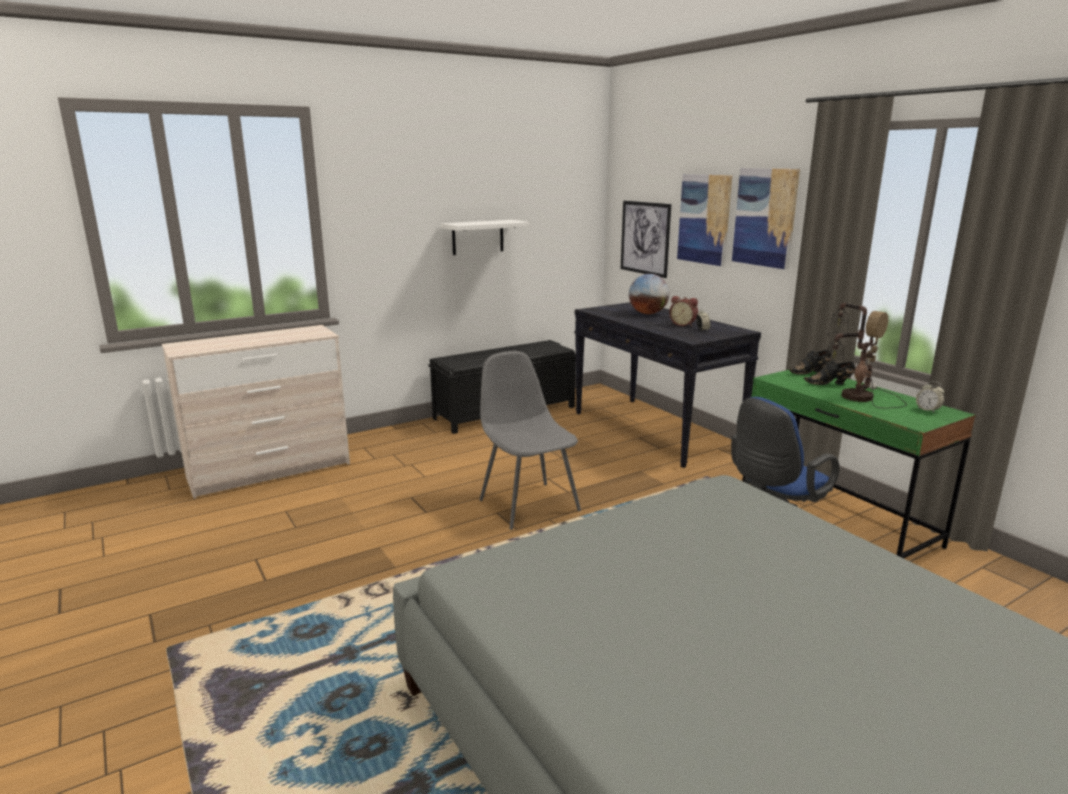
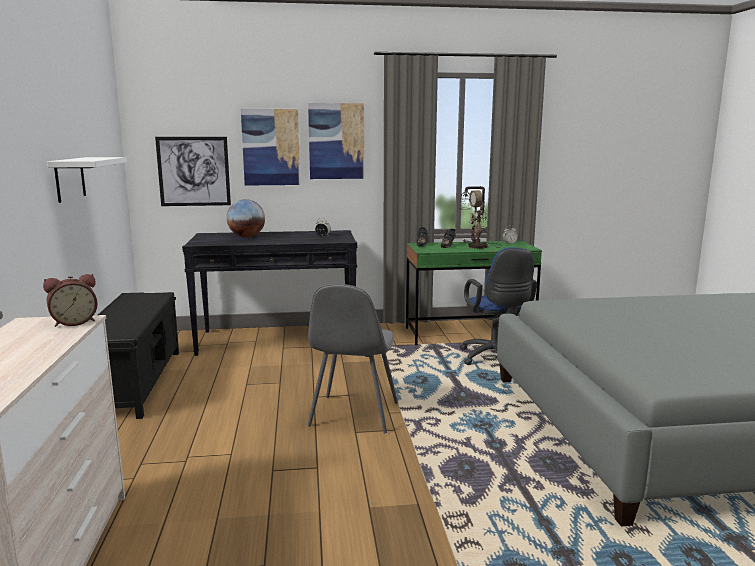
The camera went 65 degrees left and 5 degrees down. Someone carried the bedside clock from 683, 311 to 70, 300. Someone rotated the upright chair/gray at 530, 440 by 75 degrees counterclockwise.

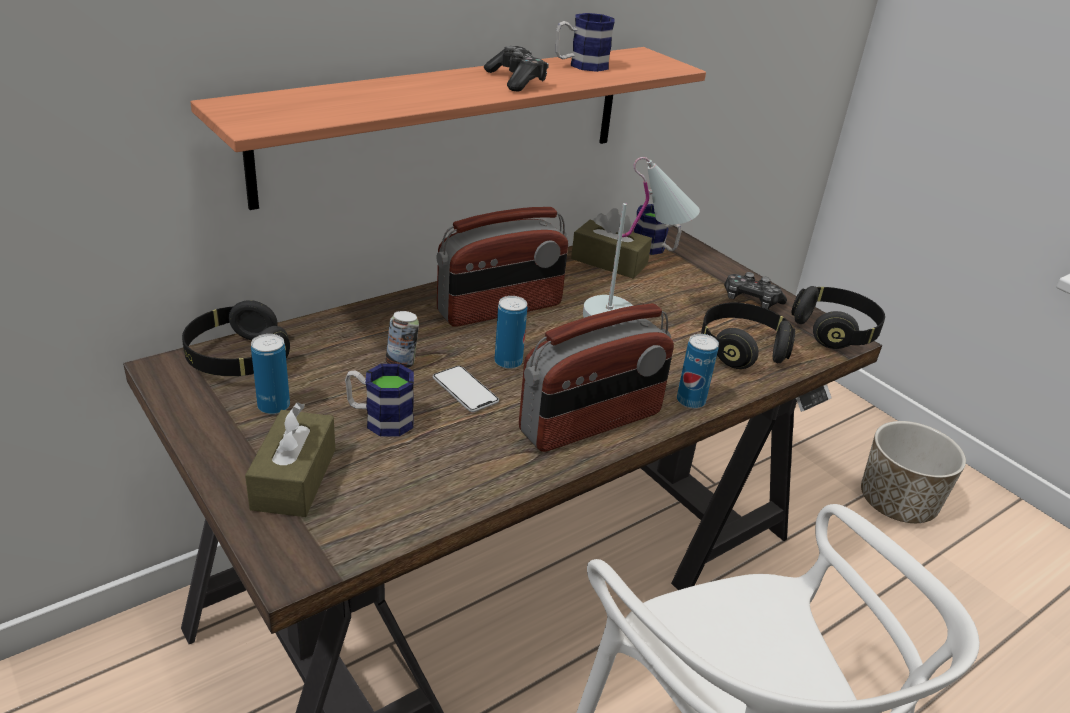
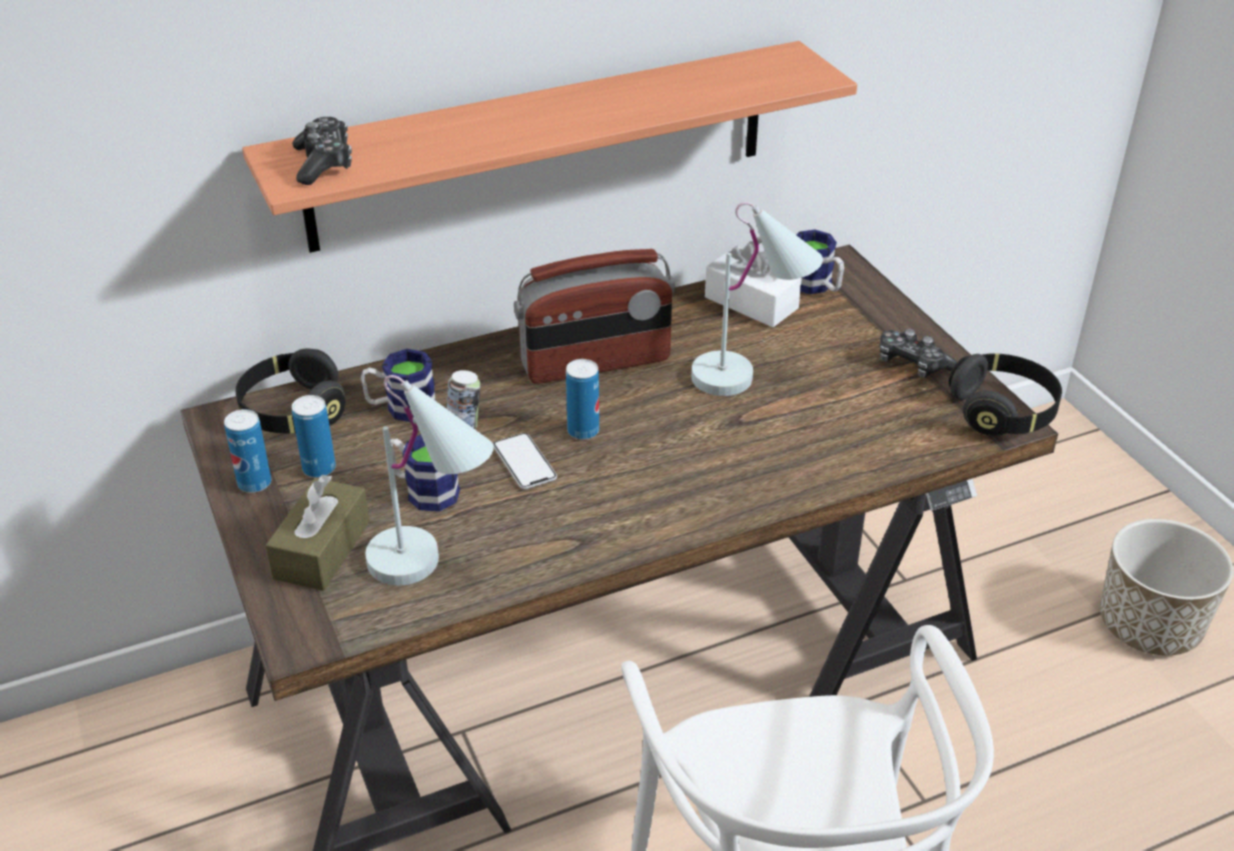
The camera went 15 degrees right and 5 degrees up. Someone carried the sealed can from 698, 371 to 247, 451. Someone carried the joypad from 516, 69 to 322, 151. Someone carried the tea mug from 585, 42 to 398, 385. Someone put down the lamp for a table/white at 429, 480. Someone repainted the tissue holder/brownish at 611, 243, which became the tissue holder/white at 753, 284. Someone took away the radio set at 596, 377. Someone took away the pair of headphones/black-coloured at 748, 336.

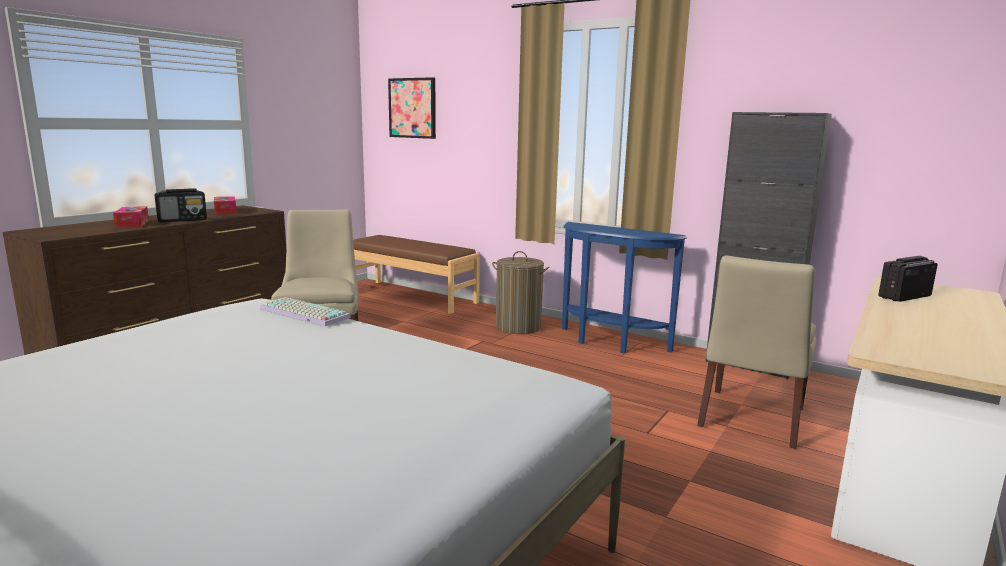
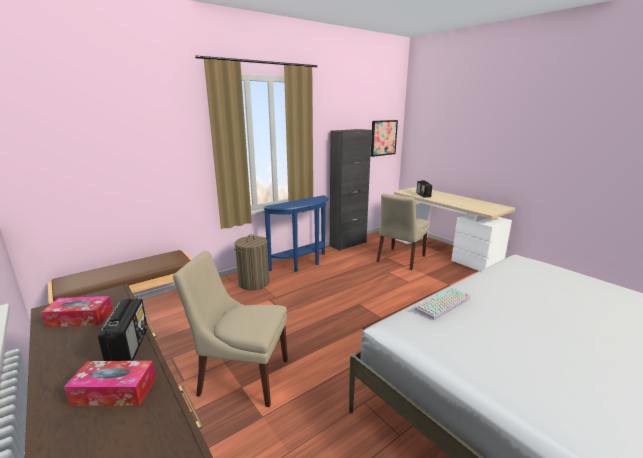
The camera went 70 degrees left and 5 degrees up. Someone carried the wall art from 412, 108 to 384, 138. Someone rotated the upright chair/sand-coloured at 756, 352 by 75 degrees clockwise.

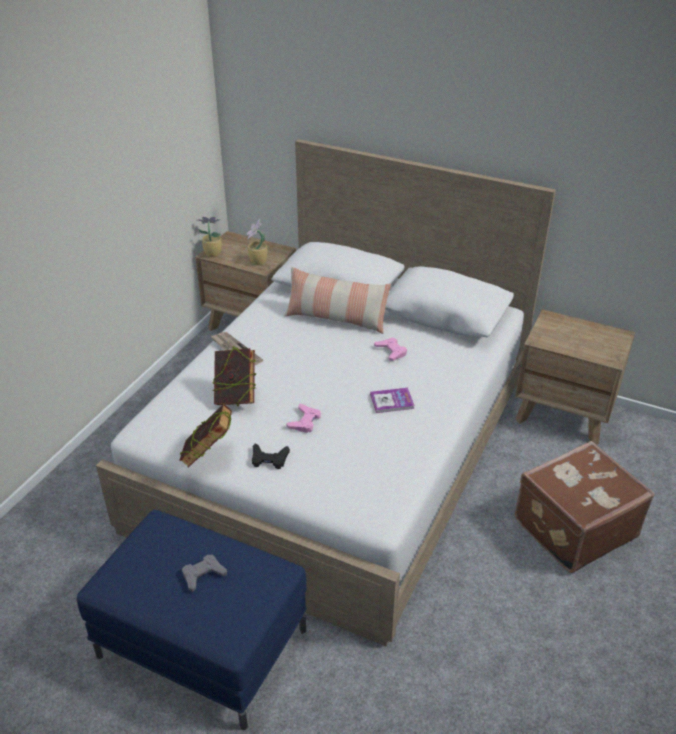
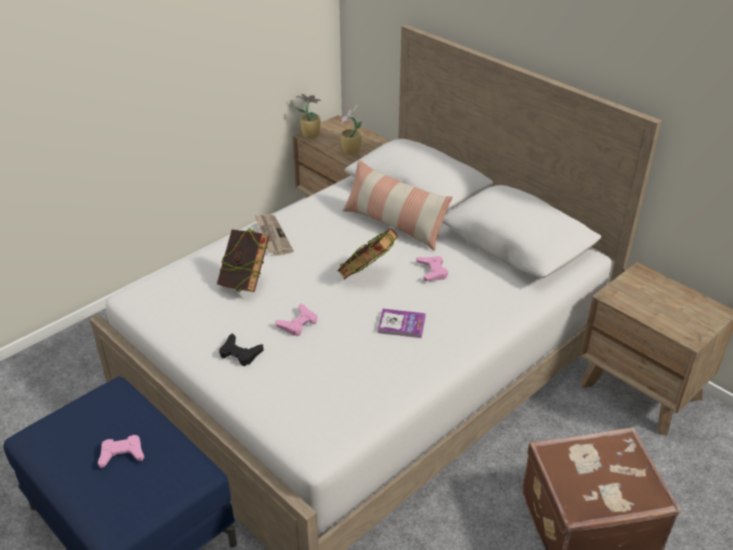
The camera went 20 degrees right and 0 degrees up. Someone repainted the joypad/gray at 204, 573, which became the joypad/pink at 121, 451. Someone carried the bound book from 205, 436 to 367, 253.

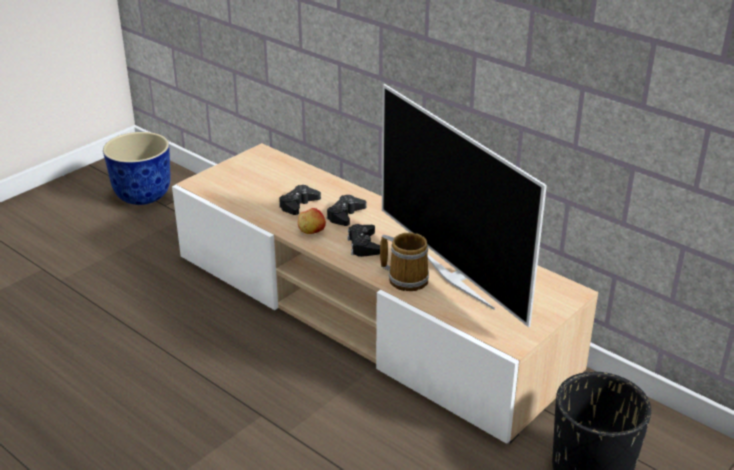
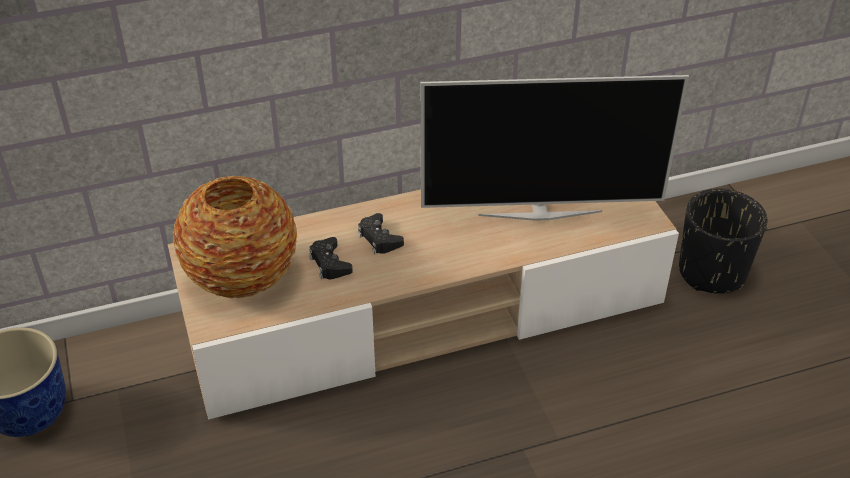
The camera went 60 degrees left and 10 degrees up. Someone put down the vase at 235, 237. Someone took away the apple at 312, 221. Someone took away the joypad/black-coloured at 363, 240. Someone took away the tea mug at 404, 261.

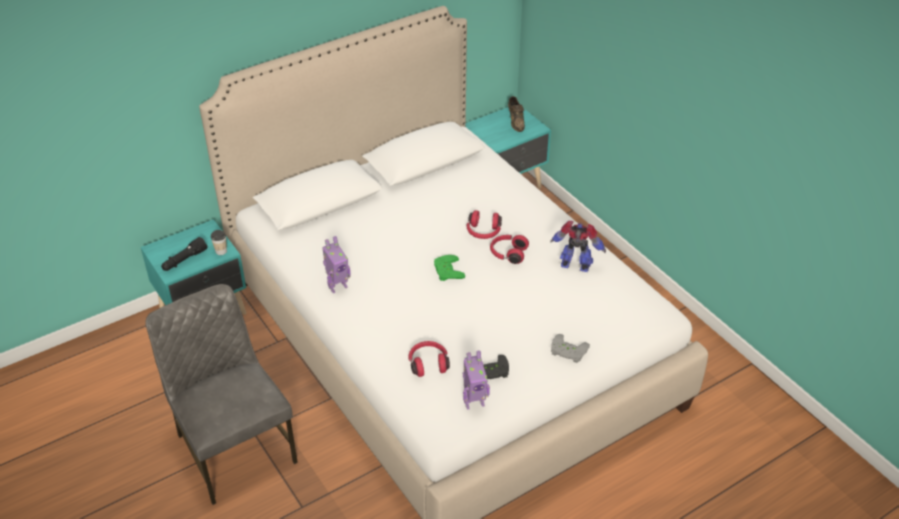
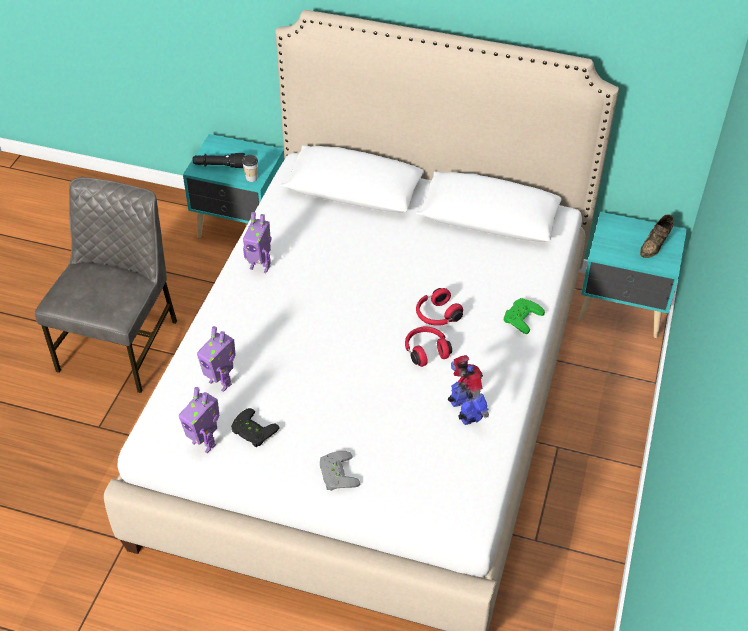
The camera went 50 degrees right and 5 degrees up. Someone swapped the pair of headphones/reddish at 429, 359 for the model robot at 216, 359. Someone carried the joypad/green from 449, 268 to 524, 316.

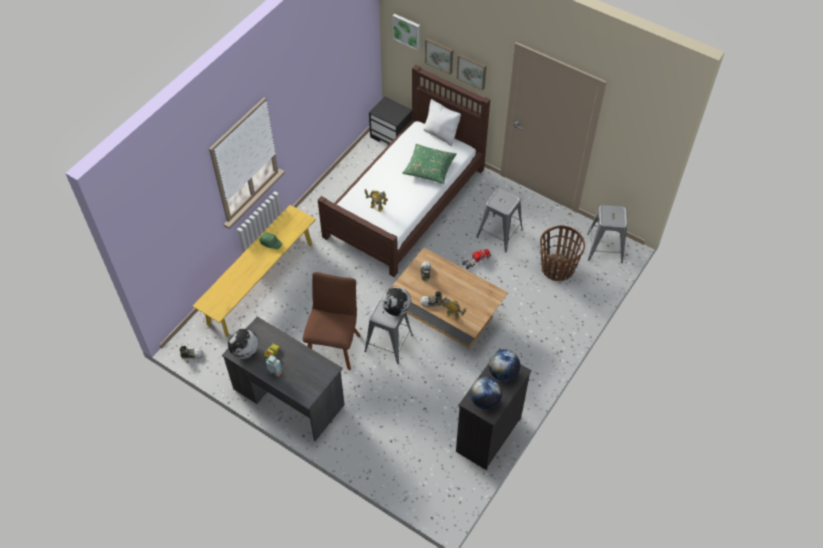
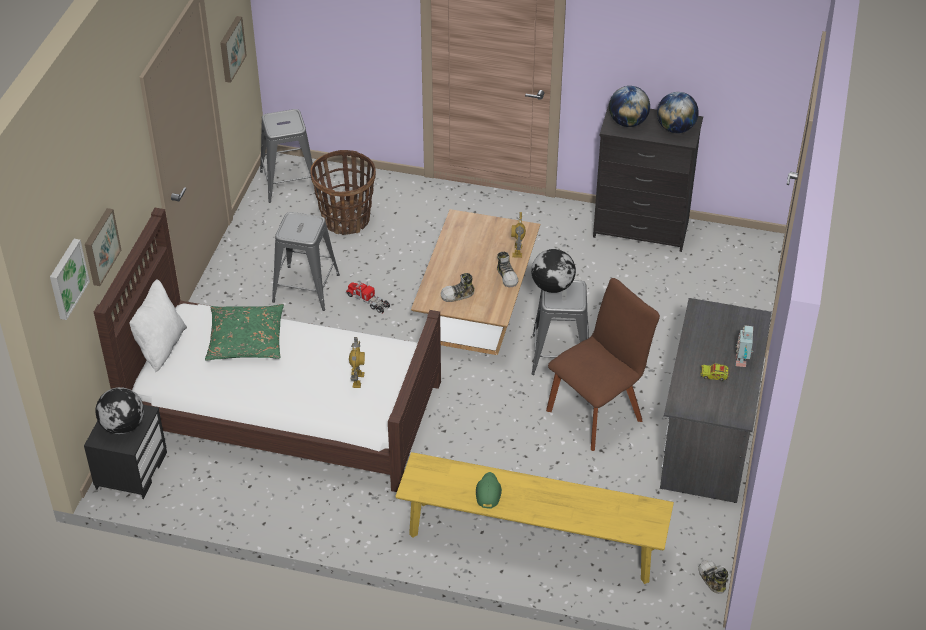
The camera went 110 degrees left and 10 degrees down. Someone carried the globe from 243, 343 to 119, 410. Someone carried the wall art from 471, 72 to 233, 49. Someone rotated the upright chair/brownish at 332, 321 by 150 degrees clockwise.

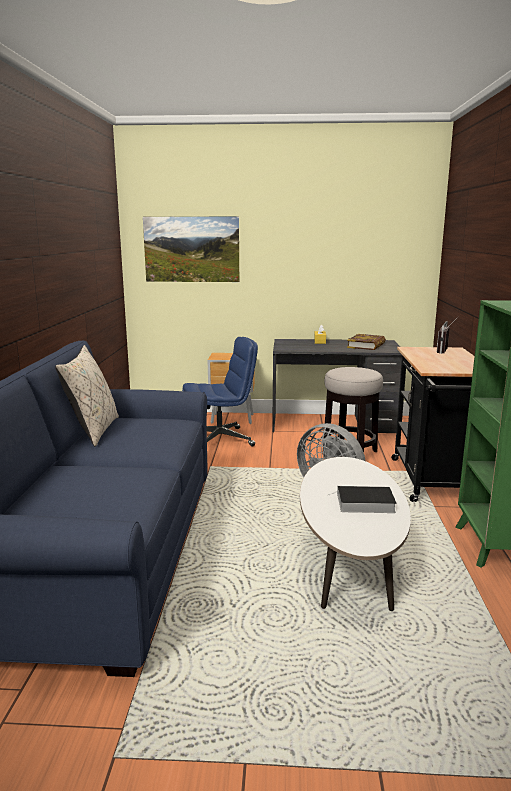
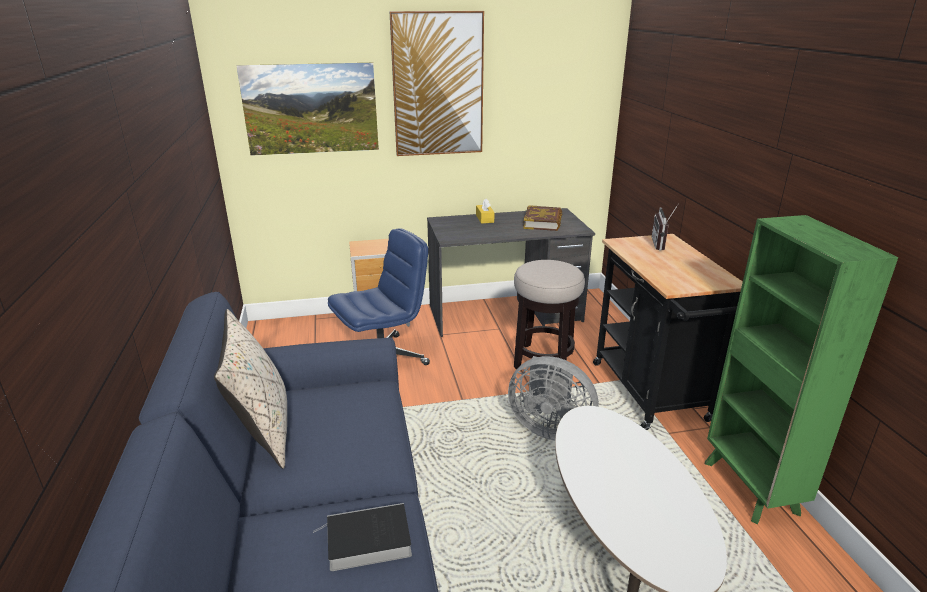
The camera went 15 degrees left and 10 degrees up. Someone carried the bound book from 362, 499 to 362, 537. Someone put up the wall art at 436, 83.

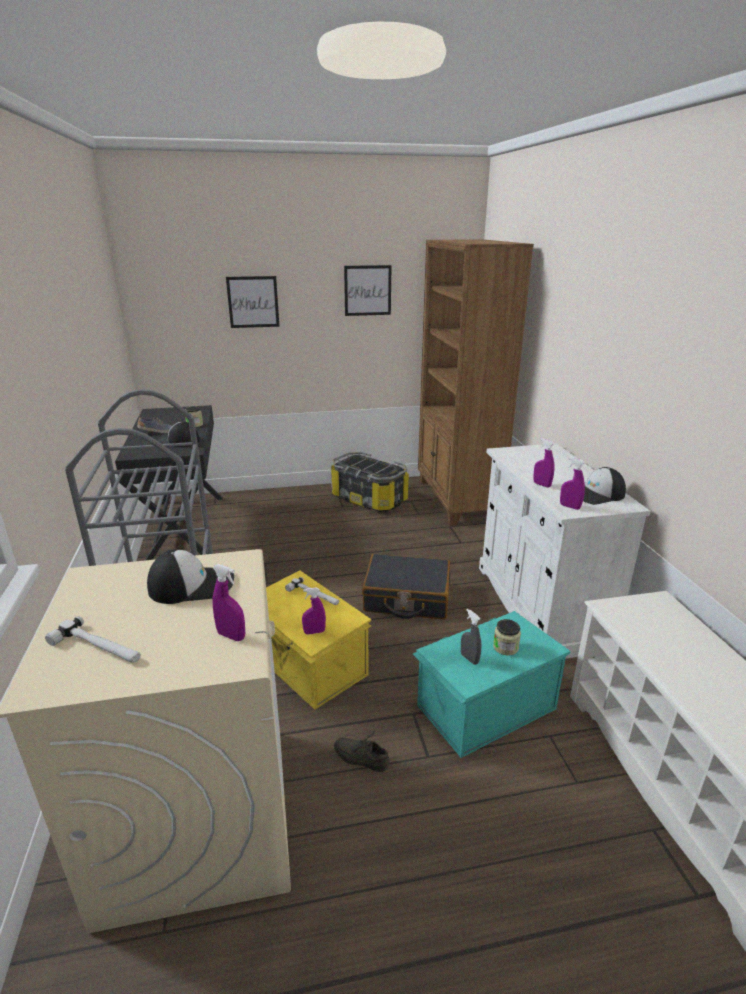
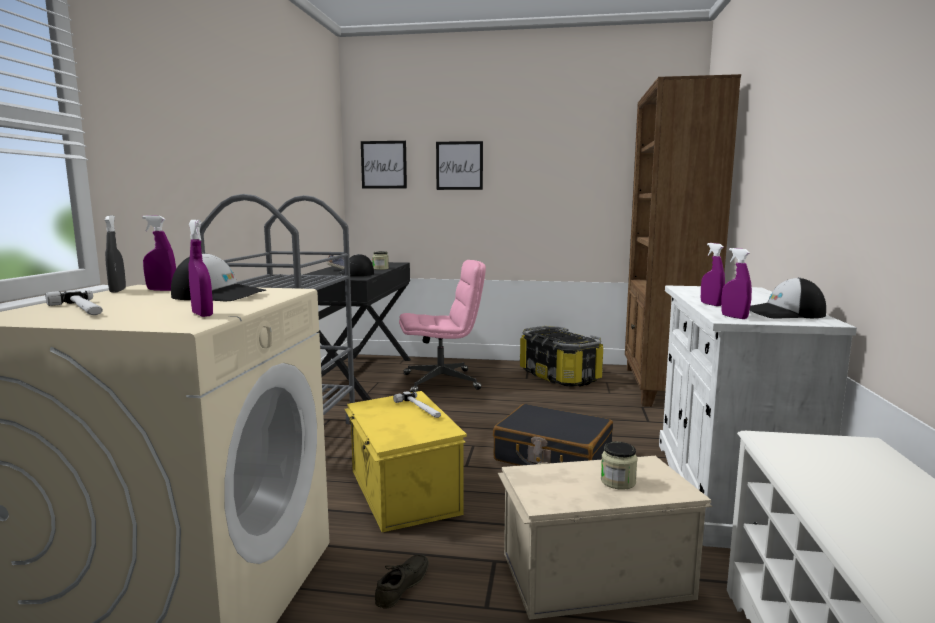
The camera went 20 degrees right and 15 degrees down. Someone carried the sprayer/gray from 471, 637 to 115, 254. Someone carried the sprayer/purple from 314, 611 to 159, 253. Someone carried the wall art from 368, 290 to 384, 164. Someone rotated the item of footwear/gray at 361, 751 by 75 degrees clockwise. Someone put down the desk chair/pink at 442, 326. Someone repainted the storage bin/turquoise-coloured at 491, 684, which became the storage bin/sand-coloured at 605, 538.

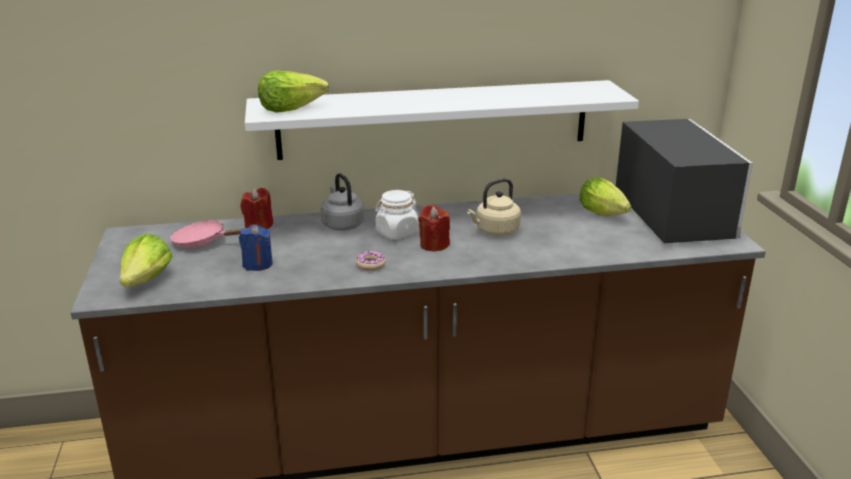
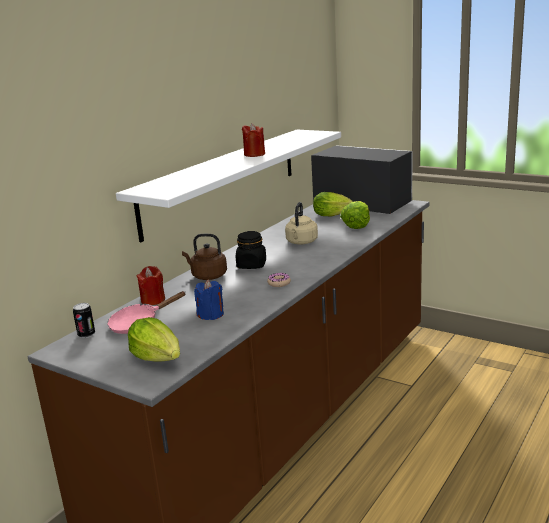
The camera went 45 degrees left and 5 degrees down. Someone put down the sealed can at 84, 320. Someone repainted the tea kettle/gray at 343, 202, which became the tea kettle/brownish at 204, 257. Someone repainted the preserve jar/white at 397, 215, which became the preserve jar/black-coloured at 251, 250. Someone carried the candle/reddish from 434, 228 to 253, 140. Someone carried the lettuce head from 293, 92 to 355, 215.

